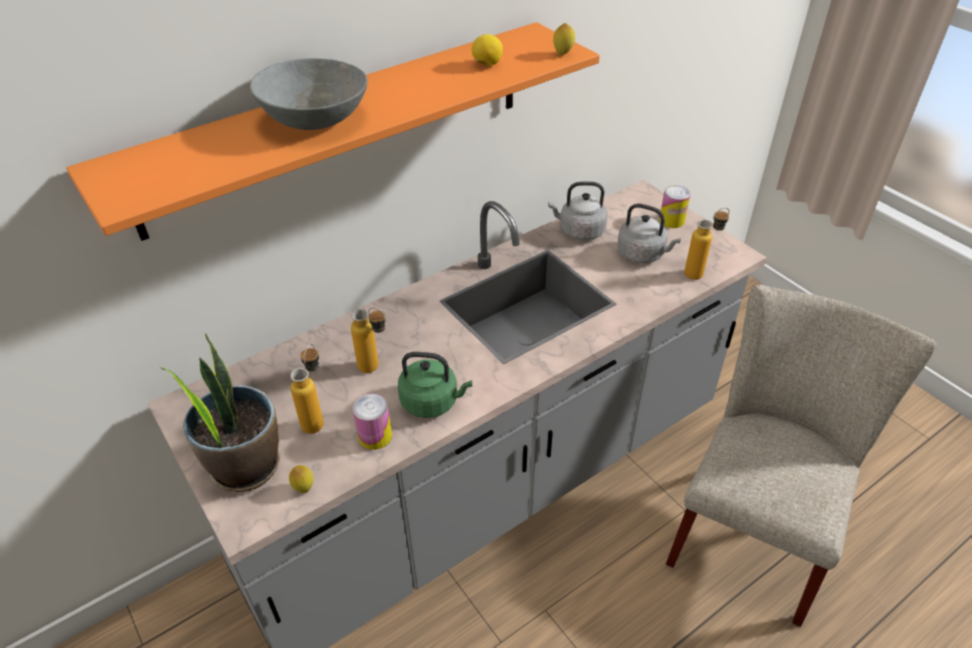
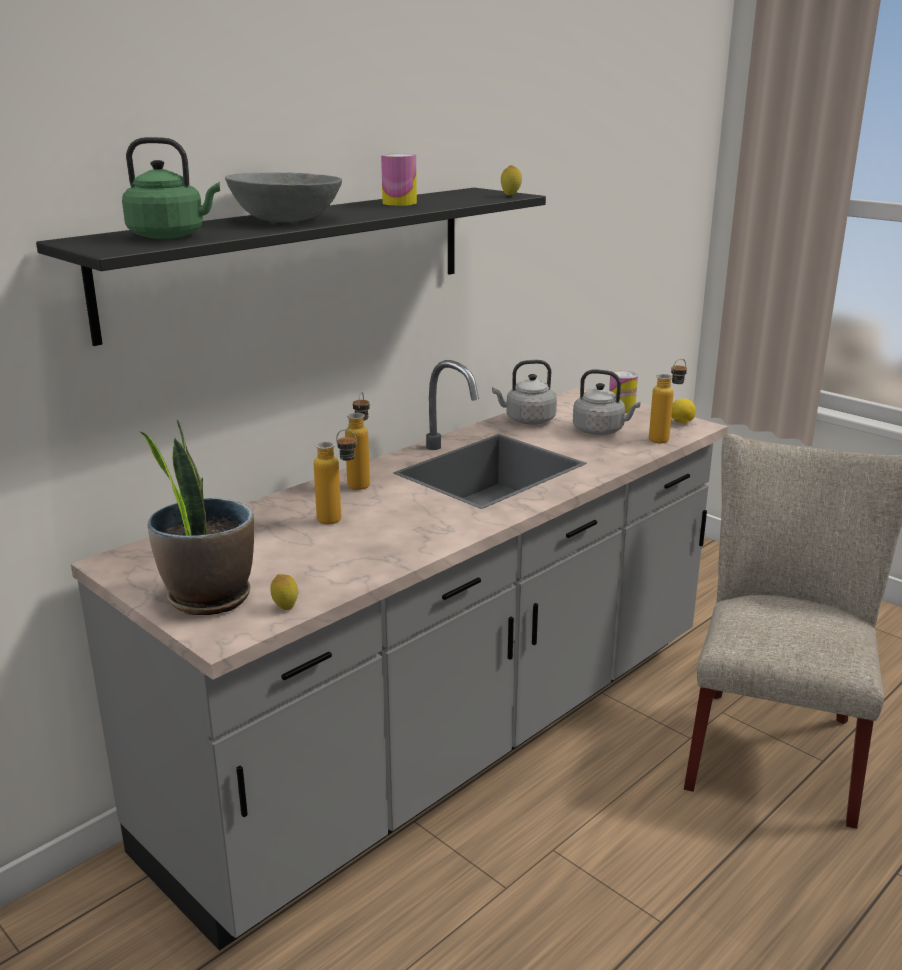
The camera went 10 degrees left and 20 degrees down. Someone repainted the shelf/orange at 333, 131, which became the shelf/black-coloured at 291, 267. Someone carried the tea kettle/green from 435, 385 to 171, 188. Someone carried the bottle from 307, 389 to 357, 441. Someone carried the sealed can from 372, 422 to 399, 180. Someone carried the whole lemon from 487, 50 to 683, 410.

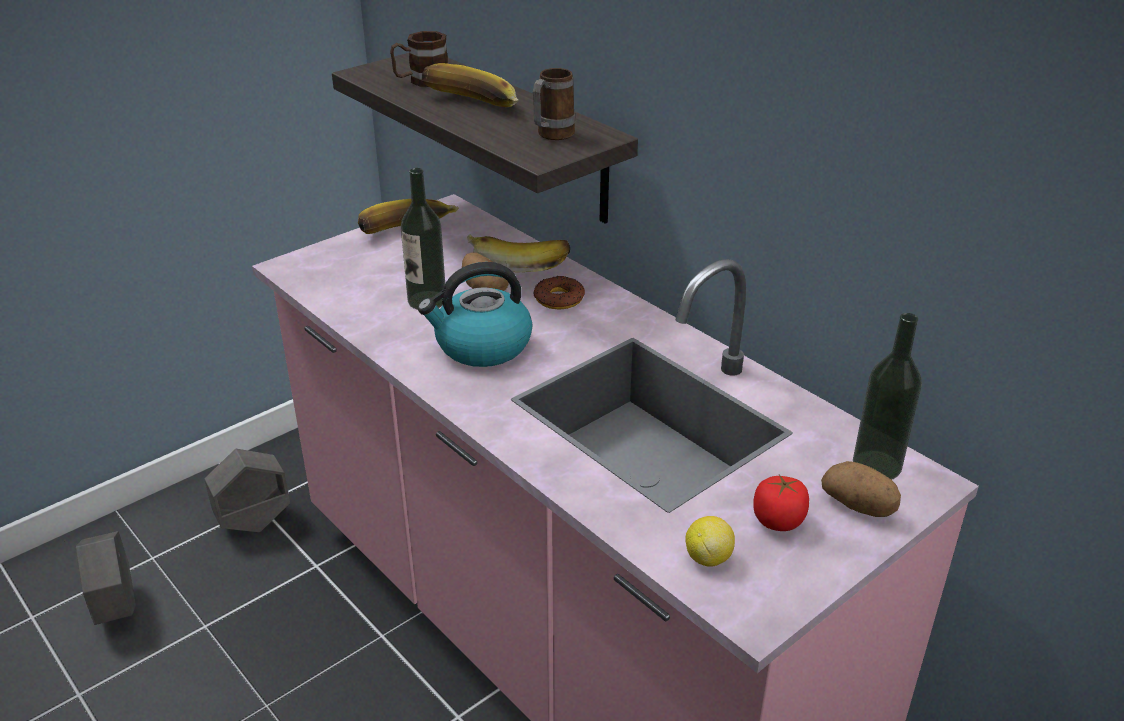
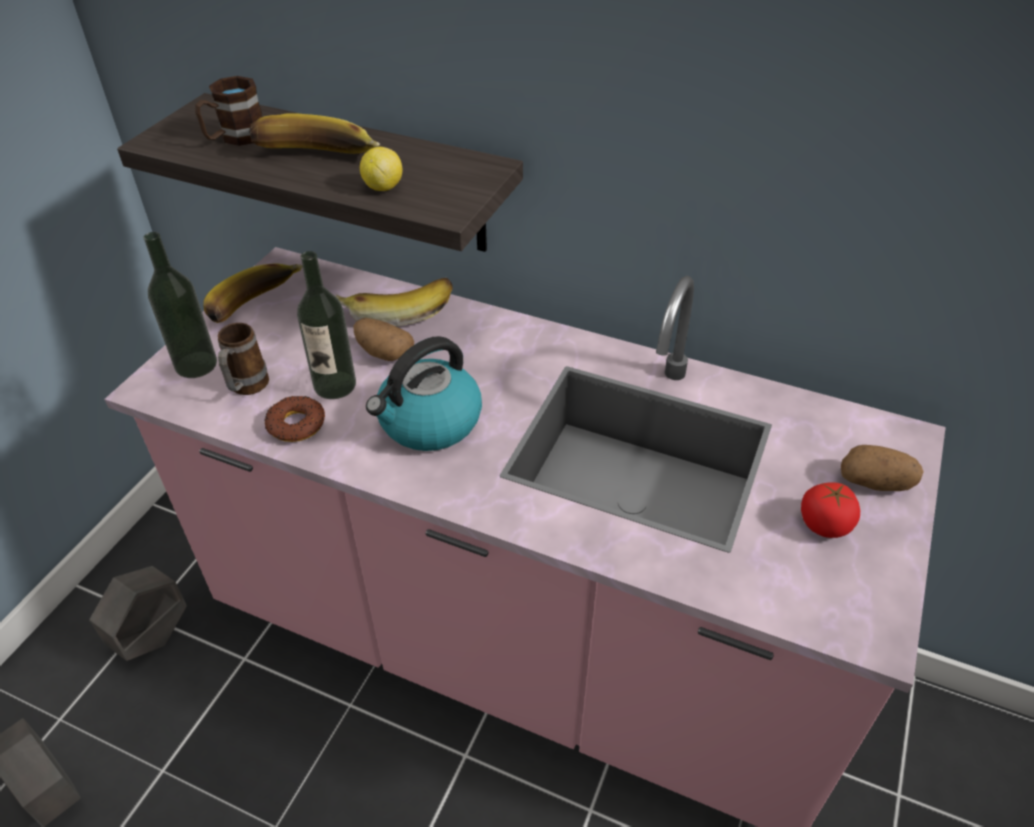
The camera went 25 degrees left and 10 degrees up. Someone carried the bottle from 887, 396 to 180, 305. Someone carried the tea mug from 554, 104 to 243, 359. Someone carried the ring doughnut from 559, 293 to 294, 419. Someone carried the whole lemon from 710, 541 to 381, 169.

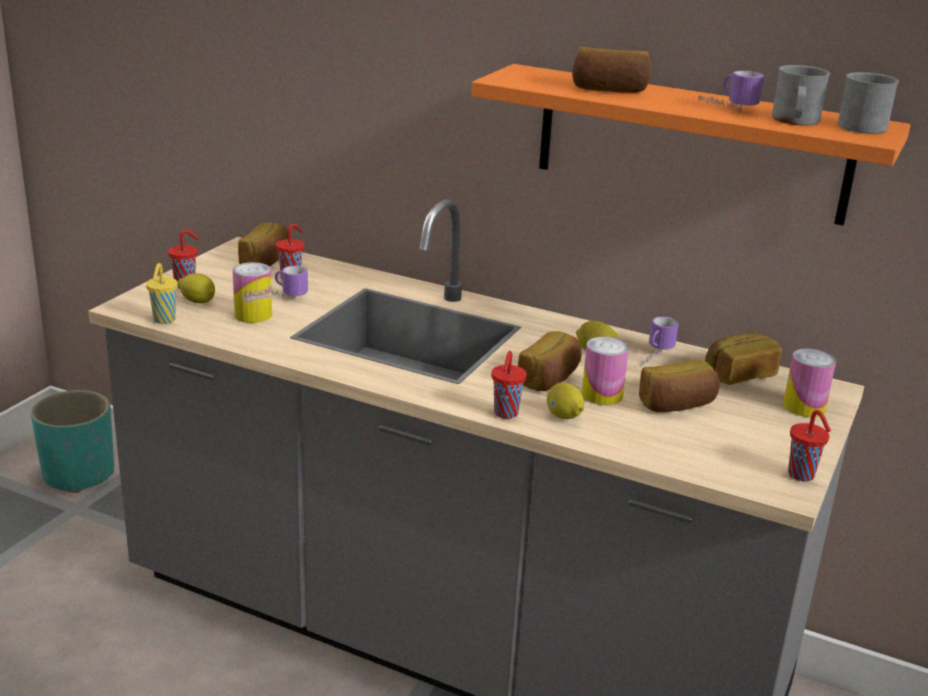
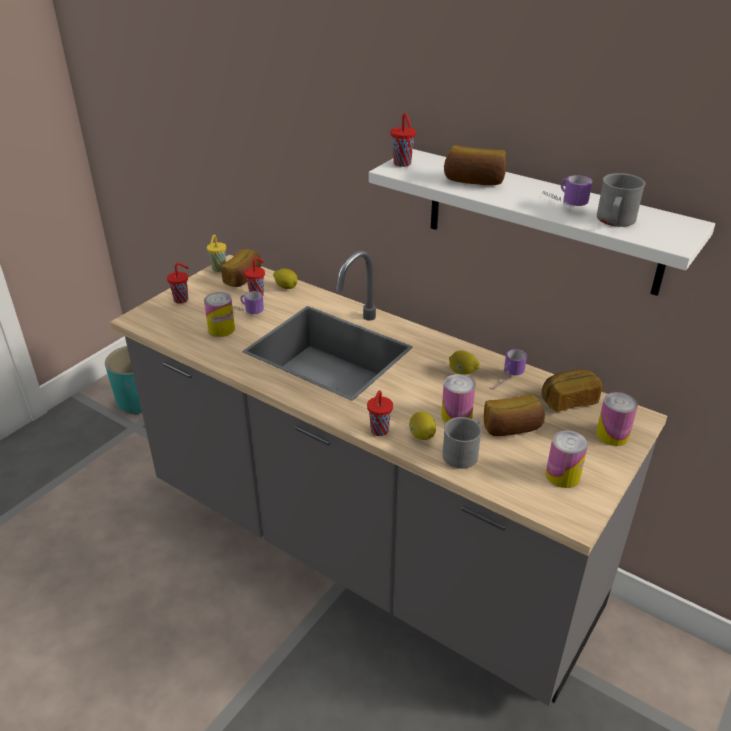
The camera went 10 degrees right and 10 degrees up. Someone carried the small cup/yellow from 162, 293 to 216, 253. Someone carried the whole lemon from 196, 288 to 285, 279. Someone repainted the shelf/orange at 691, 145, which became the shelf/white at 542, 222. Someone carried the small cup/reddish from 809, 446 to 403, 140. Someone carried the tea mug/gray from 868, 103 to 462, 443. Someone put down the sealed can at 567, 459. Someone took away the bakery bread at 550, 361.

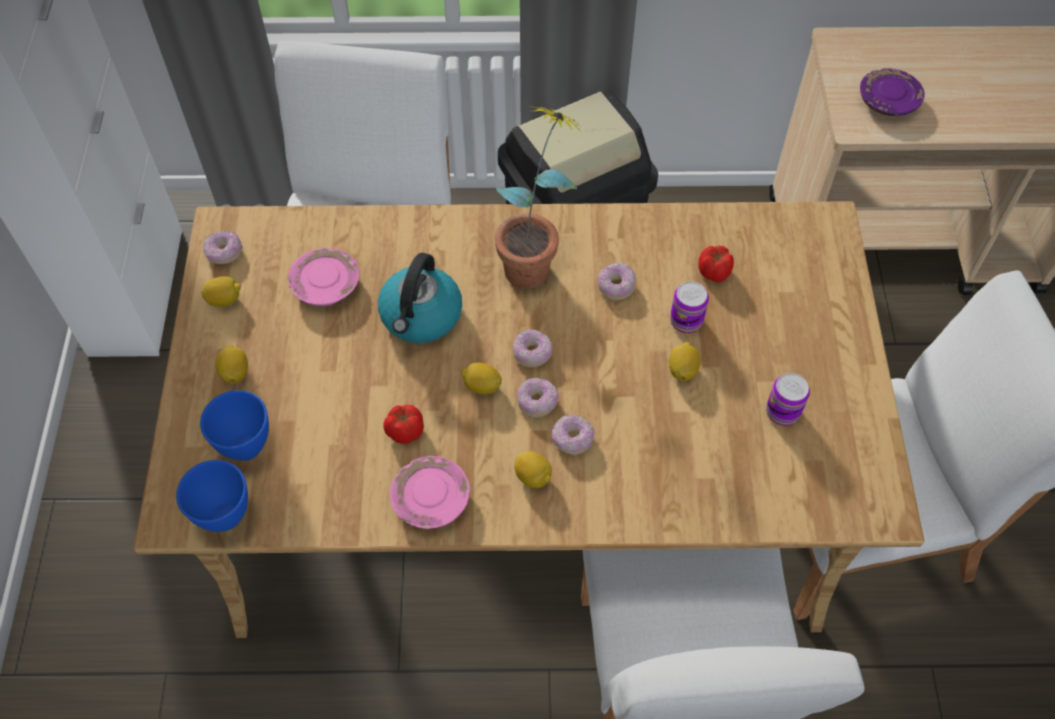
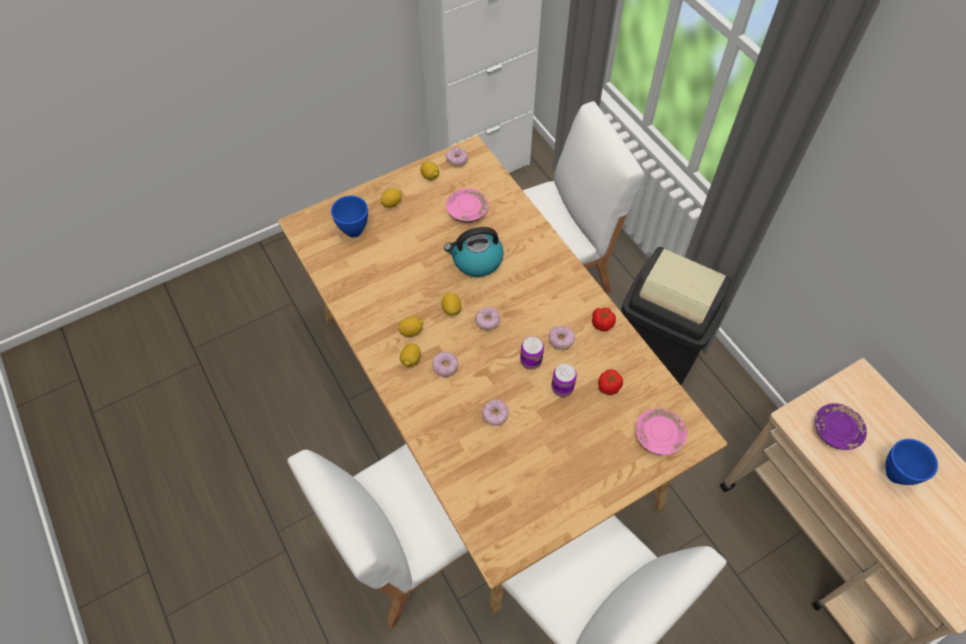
The camera went 60 degrees right and 0 degrees up. Someone carried the whole lemon from 685, 361 to 410, 326. Someone carried the ring doughnut from 537, 397 to 495, 412. Someone carried the sealed can from 788, 399 to 532, 353. Someone carried the fresh tomato from 403, 424 to 604, 320. Someone carried the plate/pink from 430, 492 to 661, 431. Someone carried the deep dish/blue-coloured from 212, 496 to 911, 462. Someone took away the plant in a pot at 538, 197.

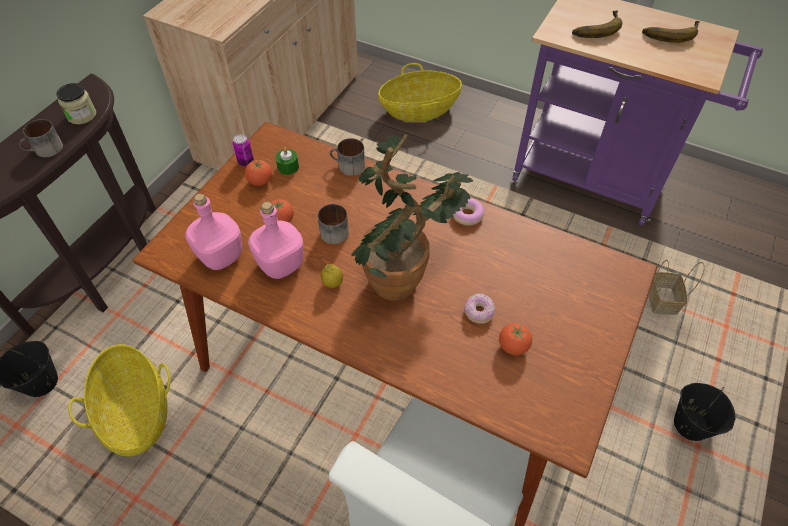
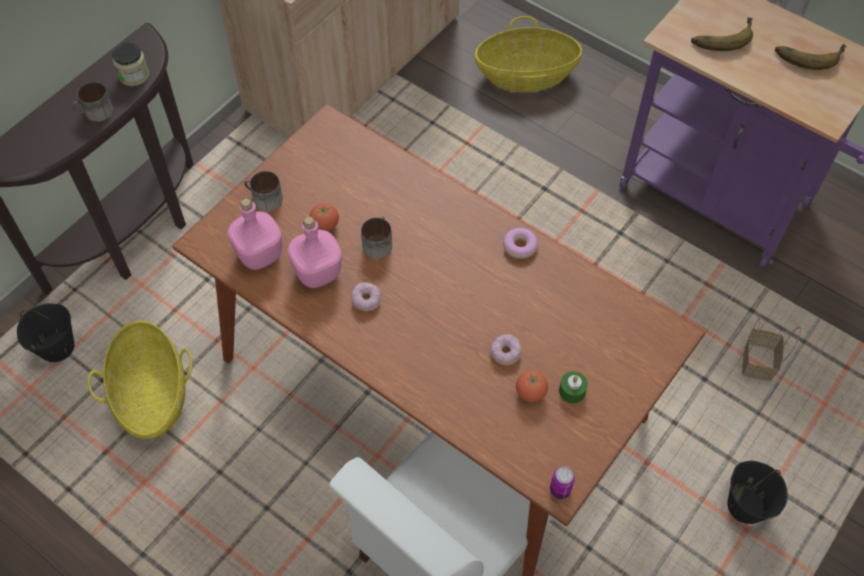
The camera went 10 degrees right and 5 degrees up. Someone carried the tea mug from 347, 157 to 263, 191. Someone swapped the whole lemon at 332, 276 for the ring doughnut at 366, 296. Someone carried the sealed can from 243, 150 to 562, 483. Someone carried the candle/green from 287, 161 to 573, 387. Someone took away the fresh tomato at 258, 172. Someone took away the plant in a pot at 412, 217.

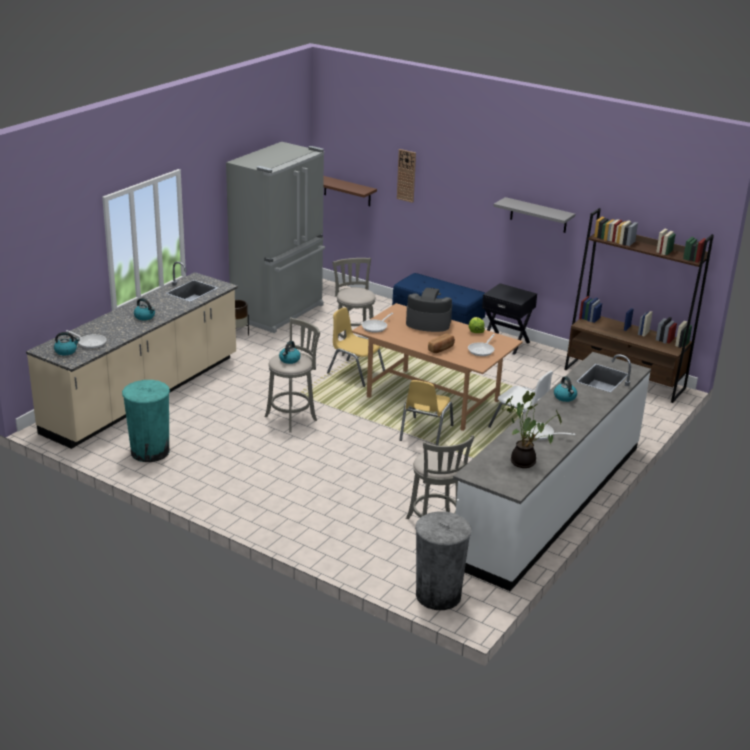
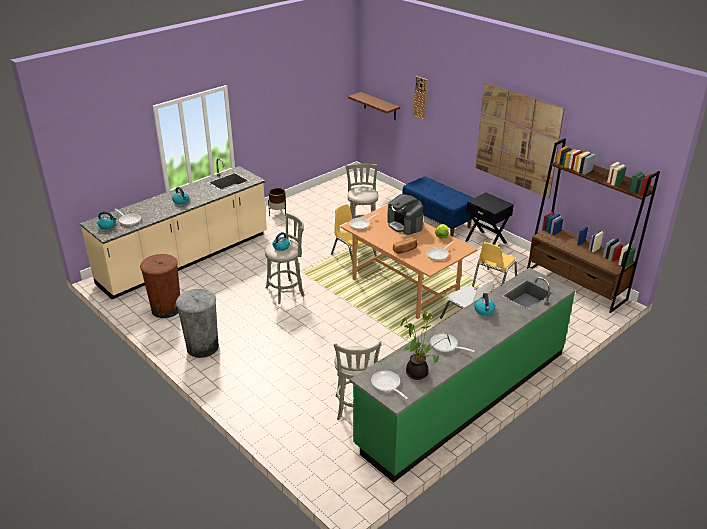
The camera went 15 degrees right and 5 degrees up. Someone repainted the trash can/turquoise-coloured at 146, 421, which became the trash can/brownish at 160, 286. Someone carried the trash can/gray from 443, 560 to 197, 323. Someone repainted the kitchen counter/white at 552, 471, which became the kitchen counter/green at 463, 375. Someone put down the frying pan at 389, 385. Someone rotated the coffee brewer at 429, 310 by 150 degrees counterclockwise. Someone carried the upright chair/yellow from 426, 413 to 494, 264. Someone swapped the shelf/gray at 534, 215 for the wall art at 520, 140. Someone took away the kitchen fridge/gray at 275, 237.

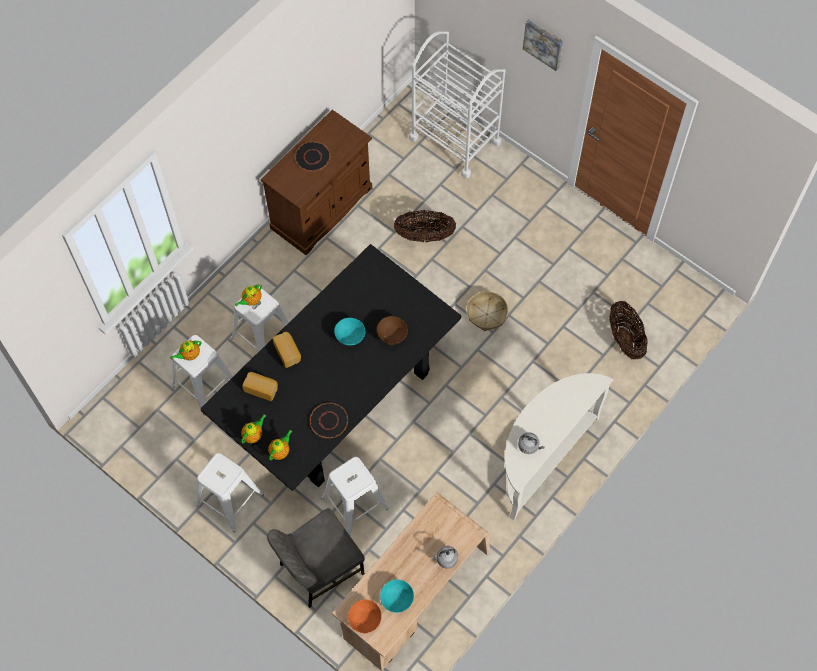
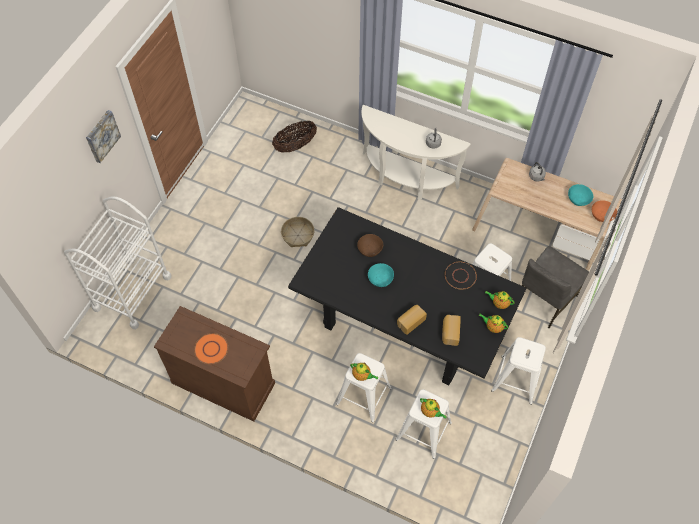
The camera went 105 degrees left and 5 degrees down. Someone repainted the plate/black-coloured at 312, 156, which became the plate/orange at 211, 348. Someone rotated the upright chair/gray at 316, 558 by 90 degrees clockwise. Someone took away the storage basket at 425, 226.

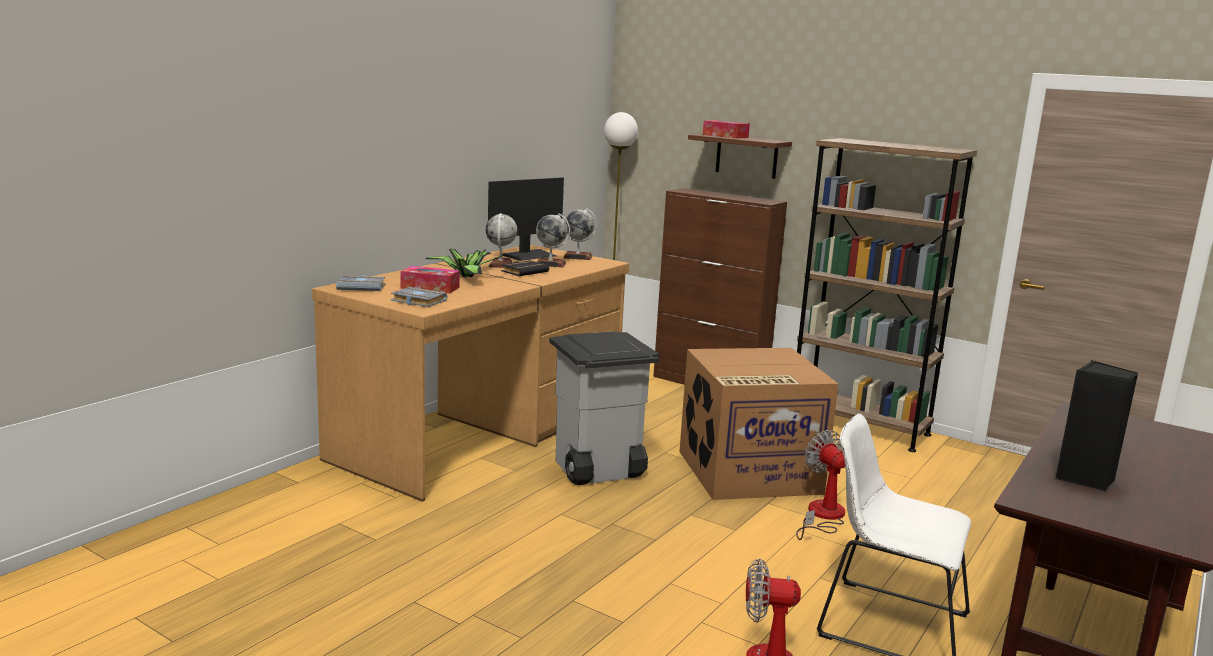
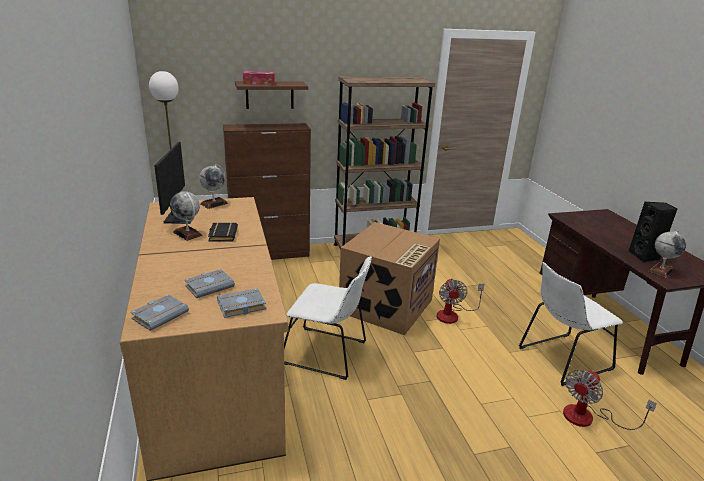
The camera went 50 degrees left and 10 degrees up. Someone swapped the tissue holder at 430, 280 for the bound book/gray at 210, 283. Someone swapped the trash can/gray at 604, 408 for the upright chair/white at 328, 318. Someone rotated the electric fan at 820, 485 by 105 degrees counterclockwise. Someone carried the globe from 553, 240 to 667, 254. Someone took away the plant in a pot at 464, 263.

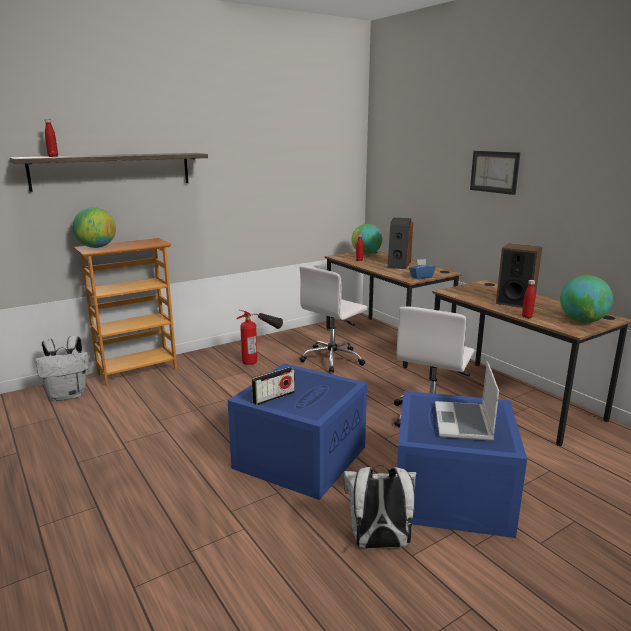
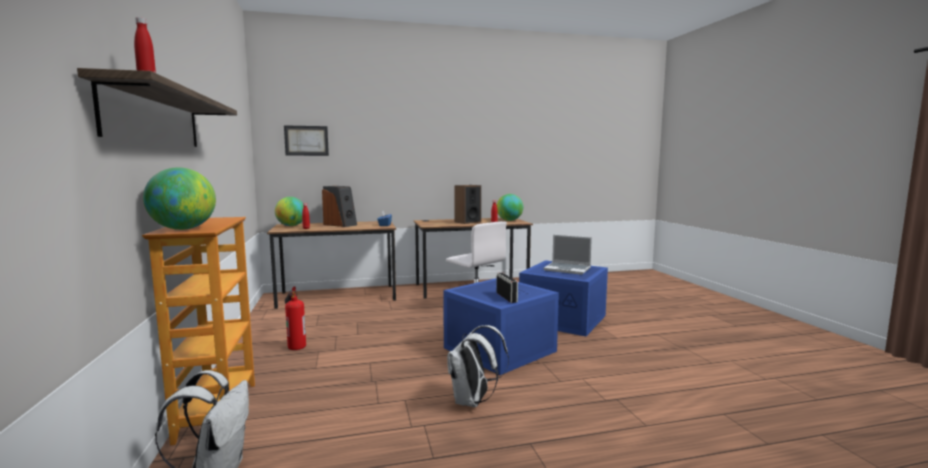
The camera went 70 degrees left and 10 degrees down. Someone carried the wall art from 495, 173 to 306, 140. Someone carried the backpack/white from 379, 506 to 478, 366. Someone took away the desk chair/white at 333, 319.

